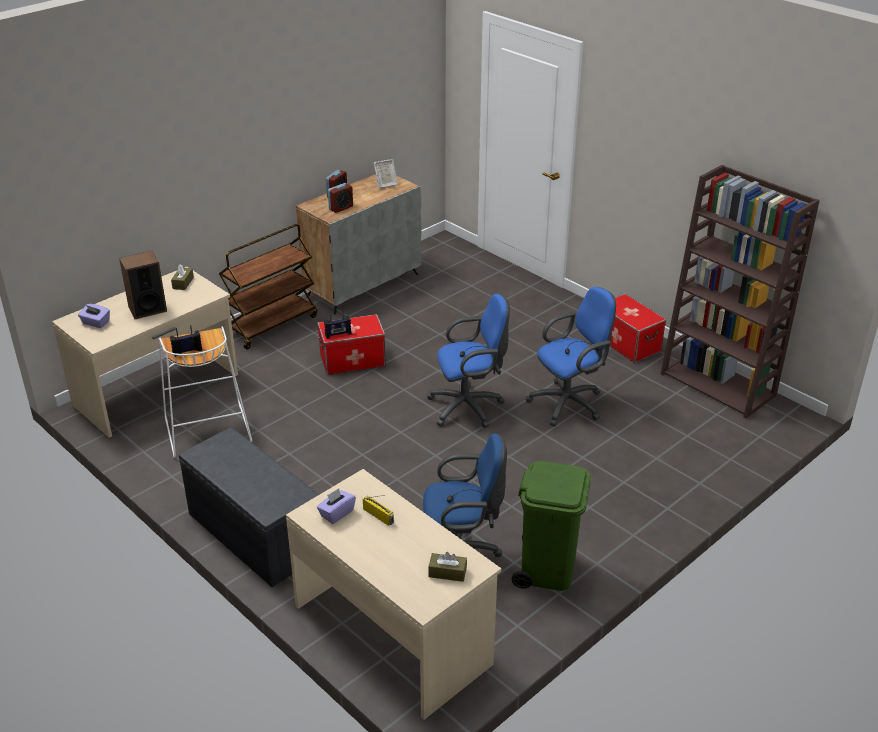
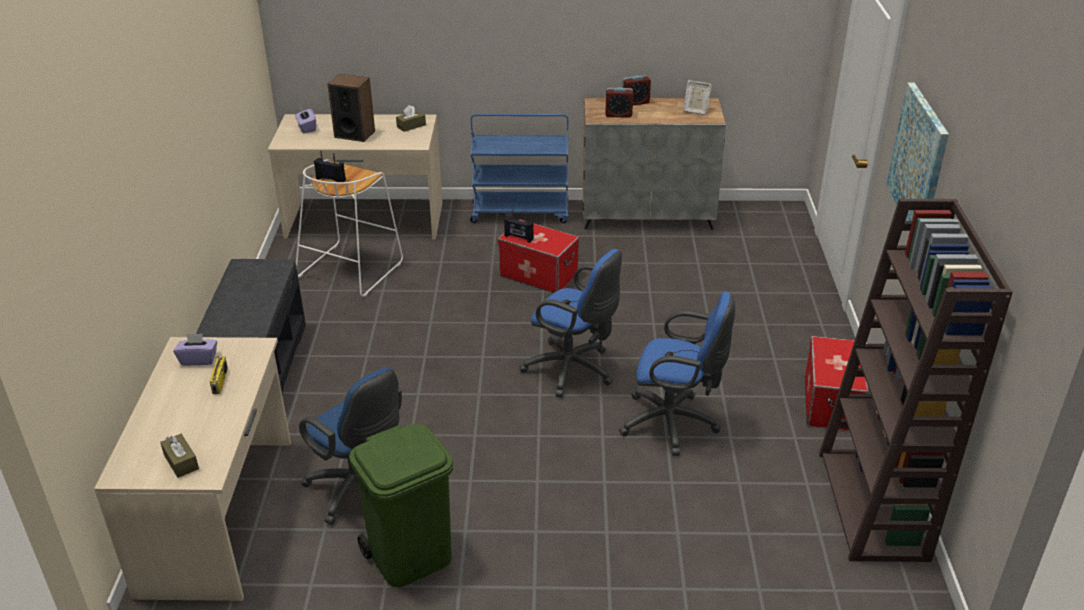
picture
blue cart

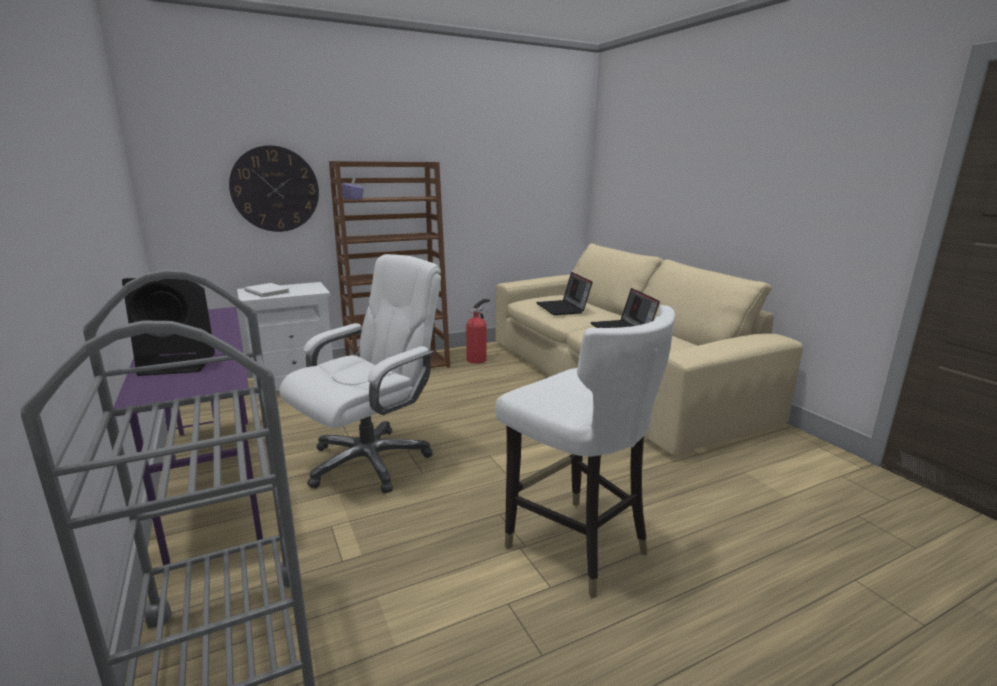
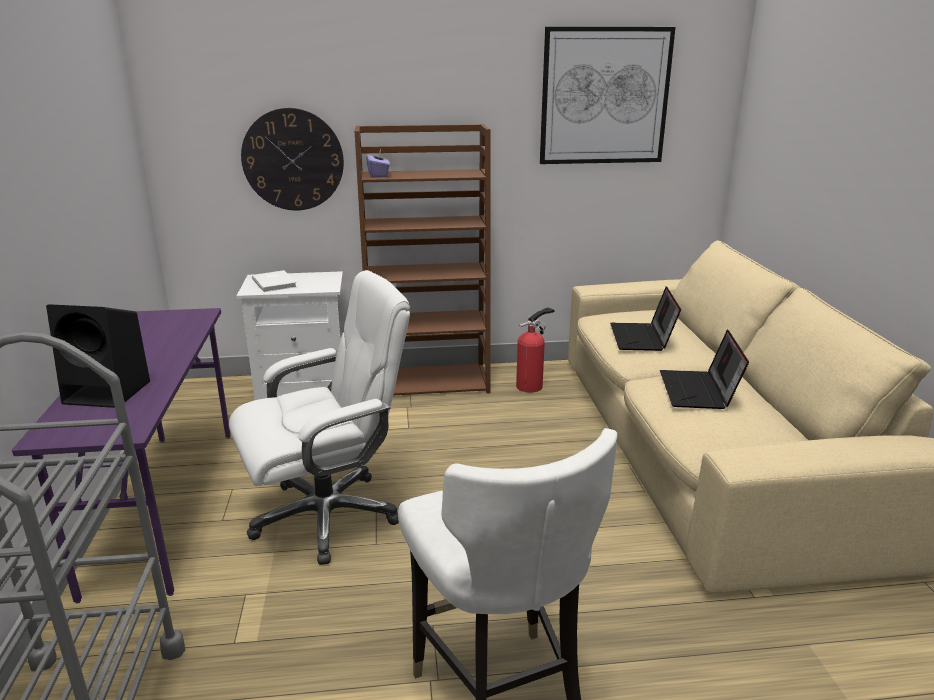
picture

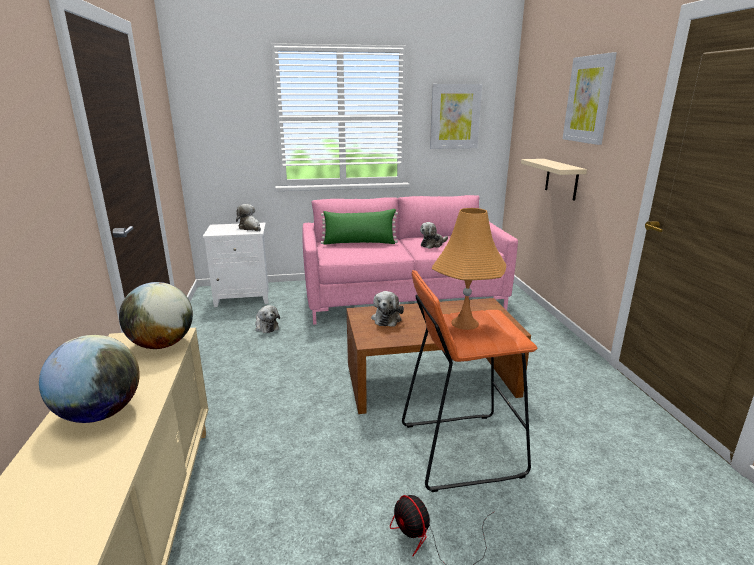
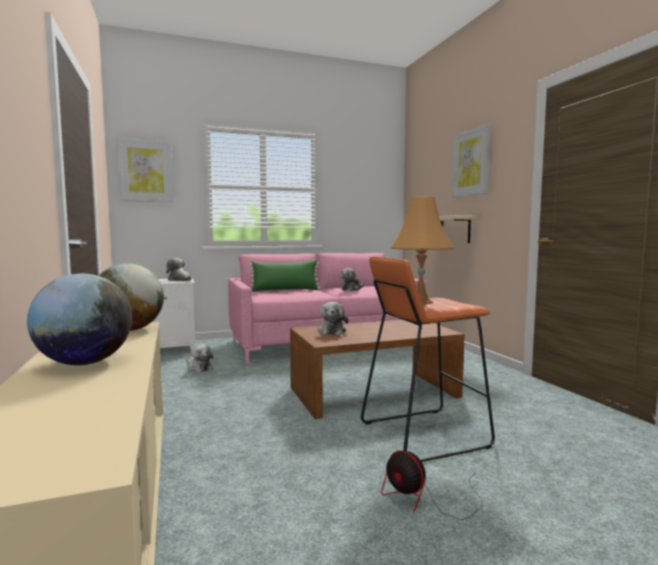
picture (1st from left)

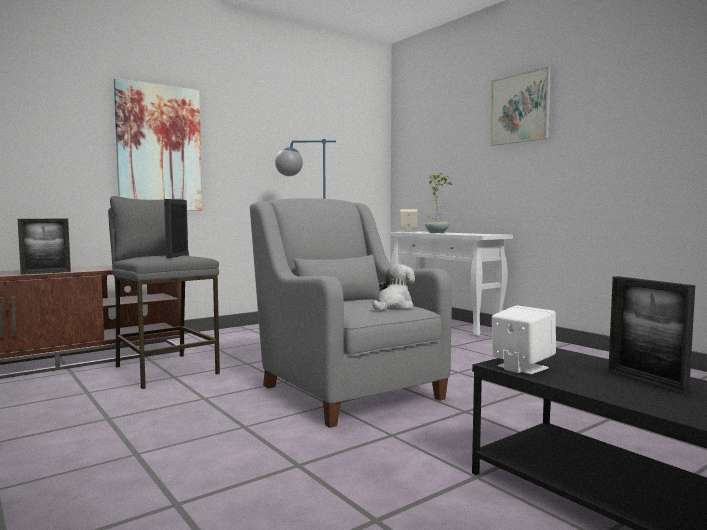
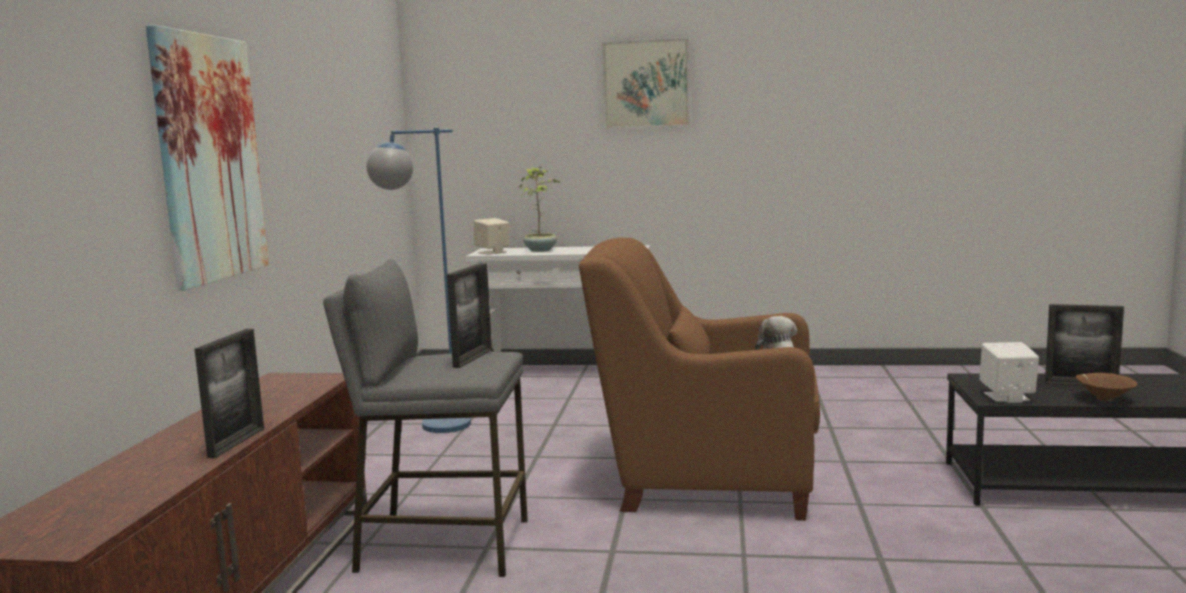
brown bowl
brown armchair
picture frame (2nd from left)

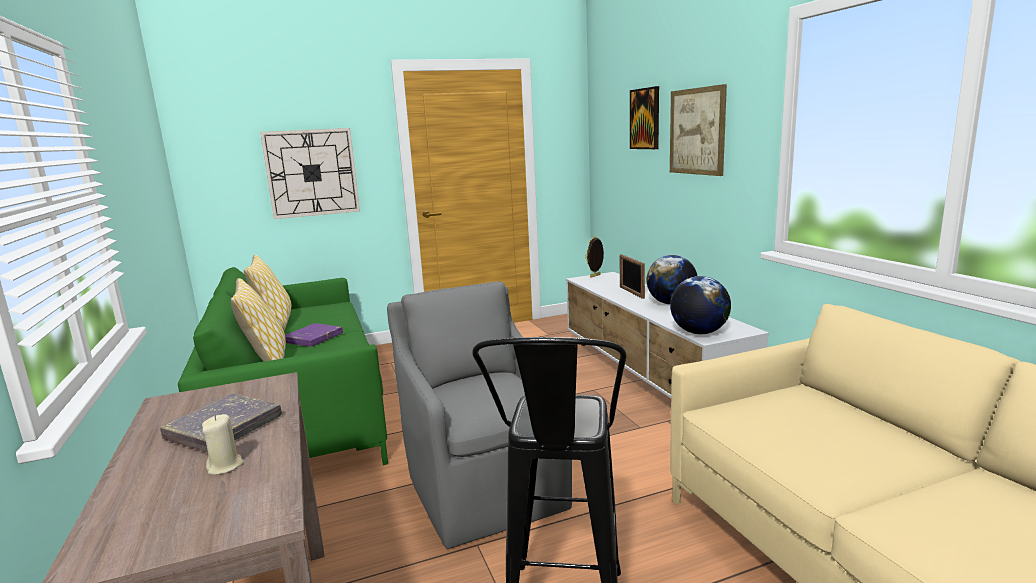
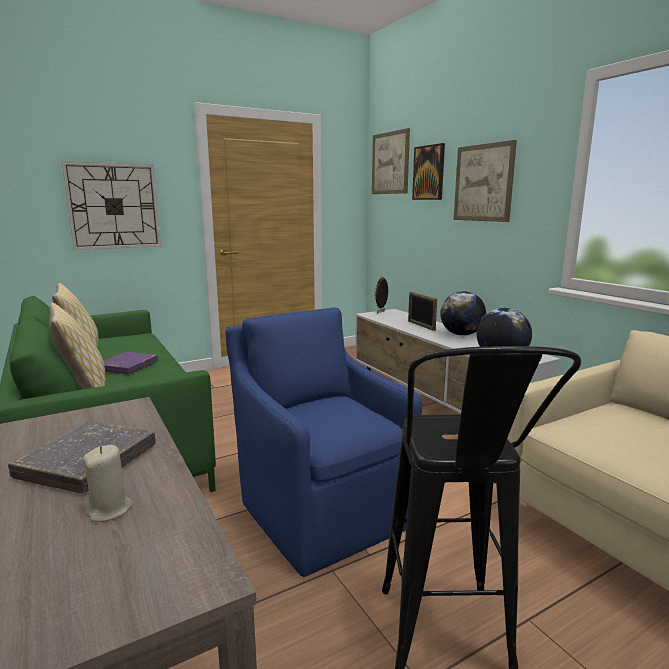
picture (1st from left)
blue armchair

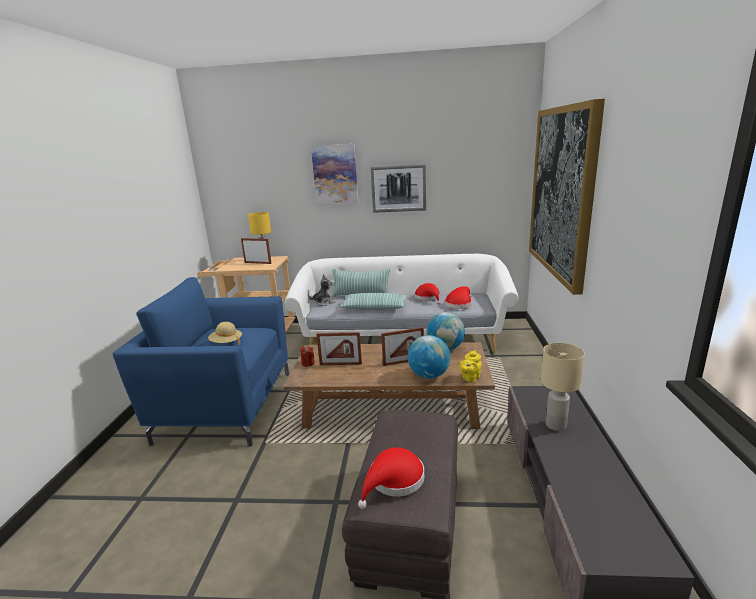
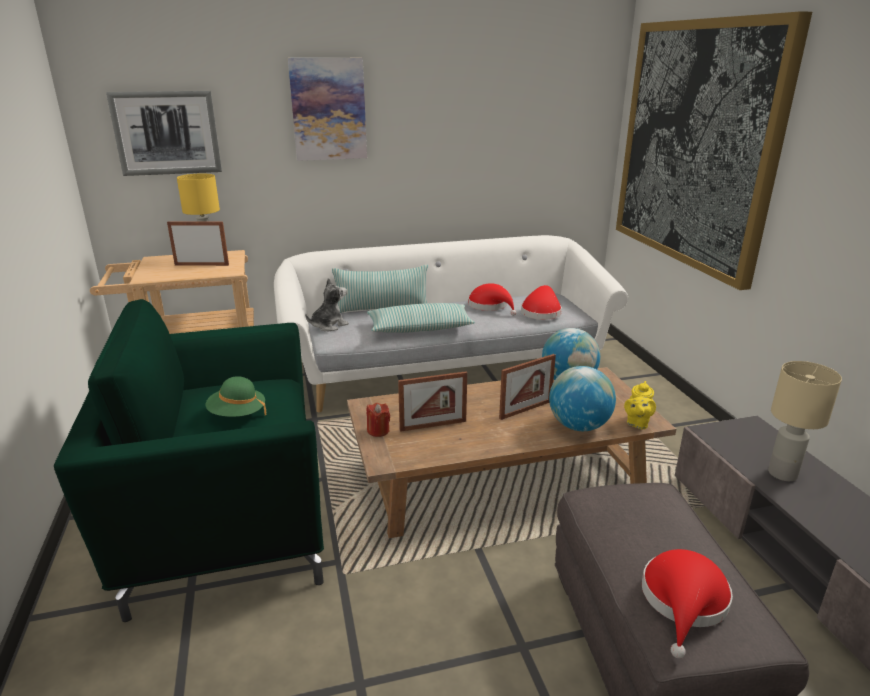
picture (1st from left)
green armchair
green hat

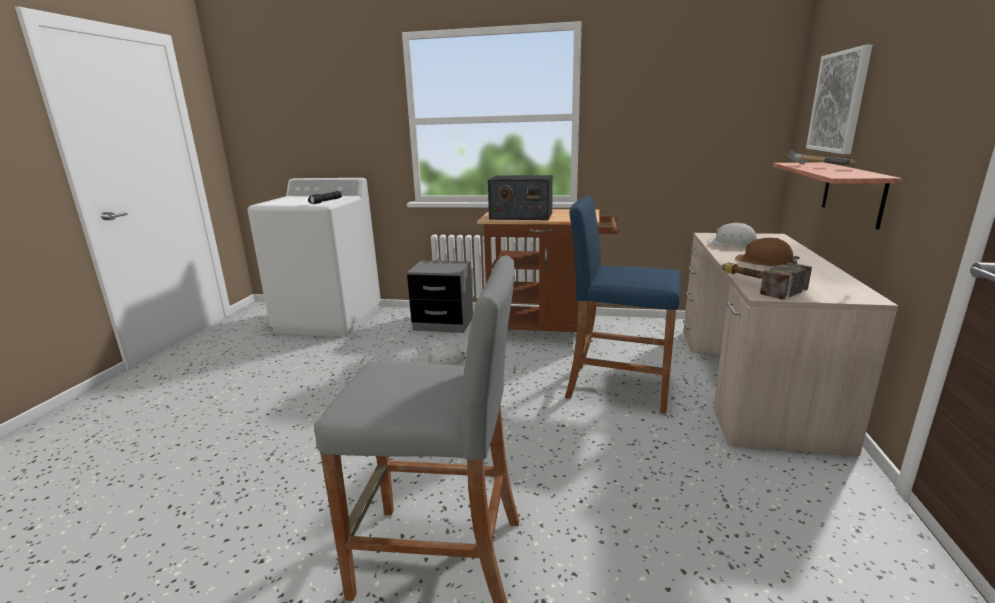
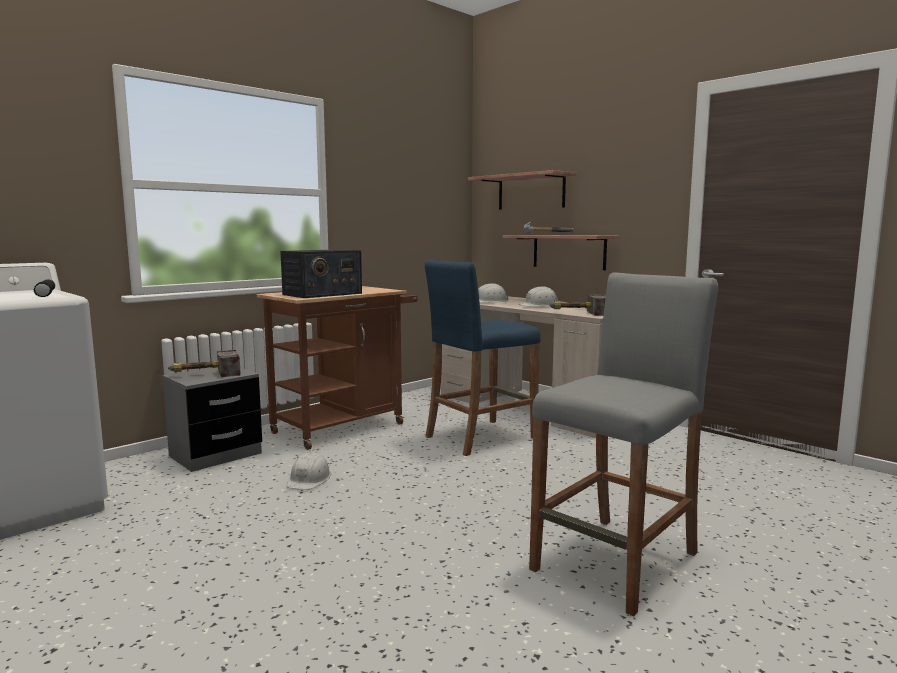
hammer (1st from left)
shelf (1st from left)
white hard hat (3rd from left)

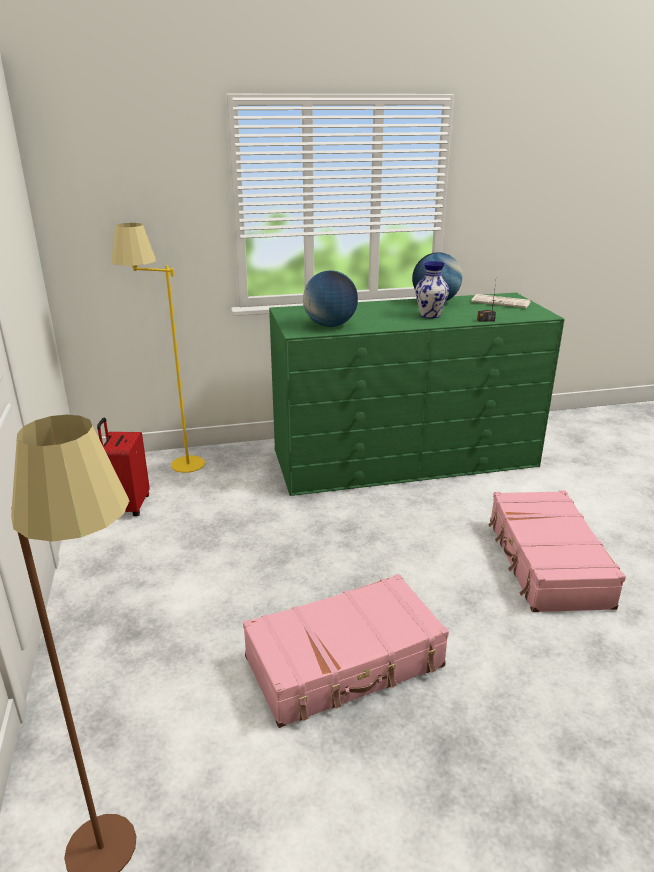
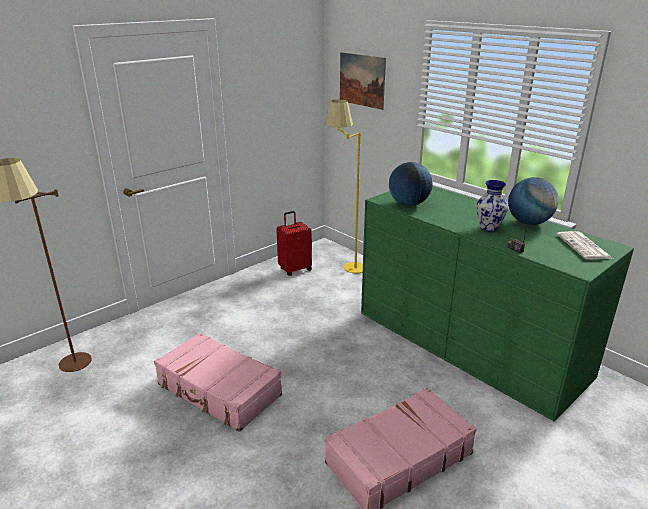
picture

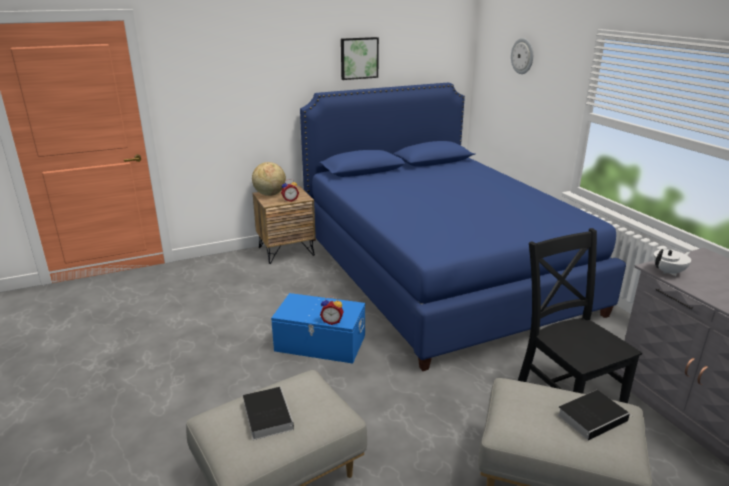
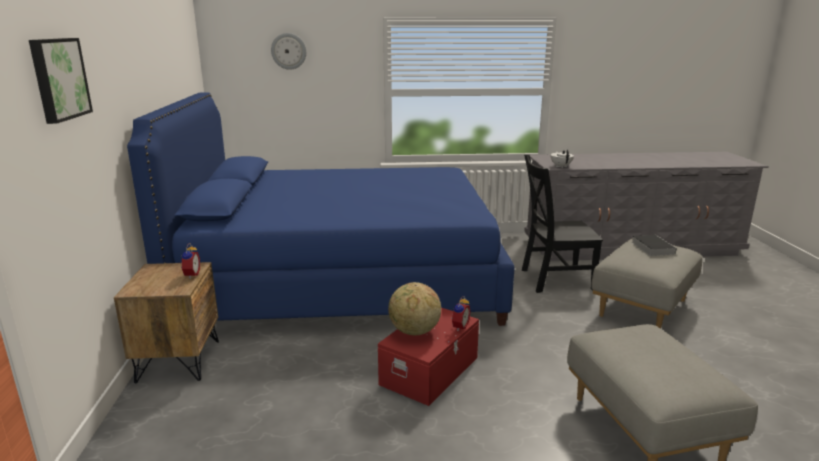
book (1st from left in the first image)
globe
picture
red storage box

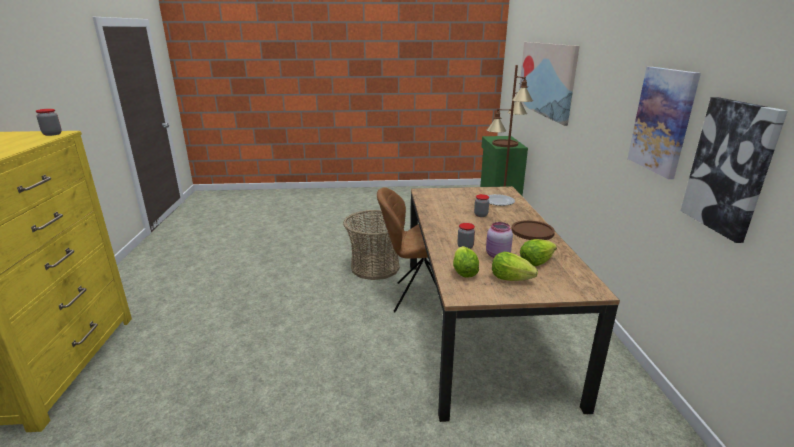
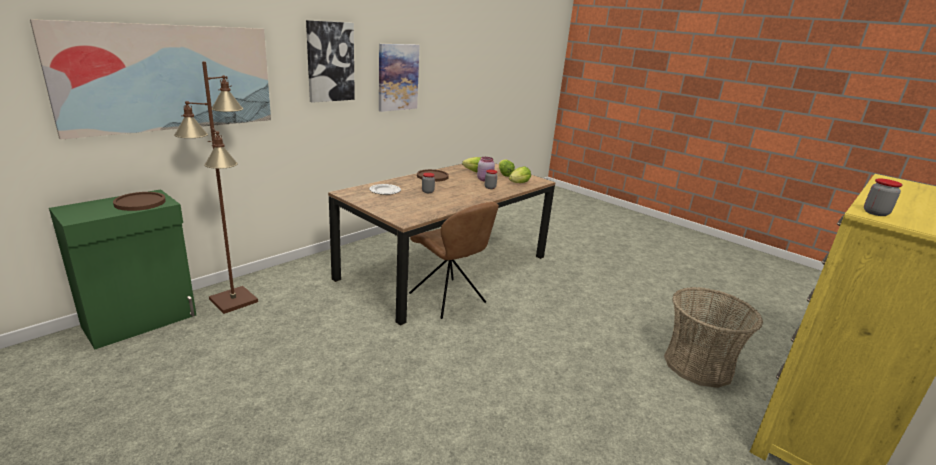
basket
picture (2nd from left)

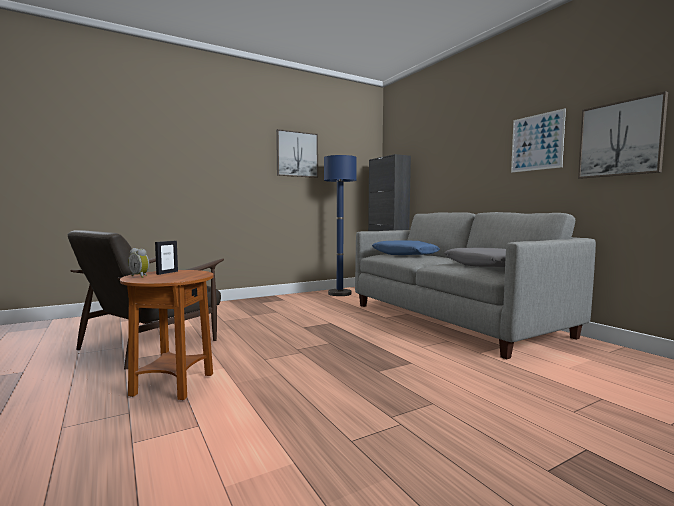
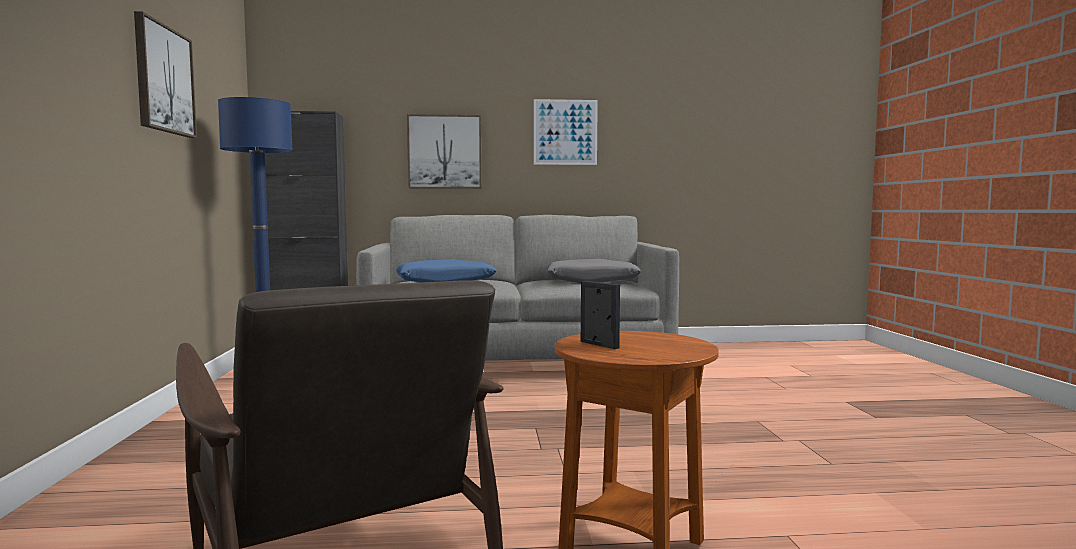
alarm clock
picture (2nd from left)

